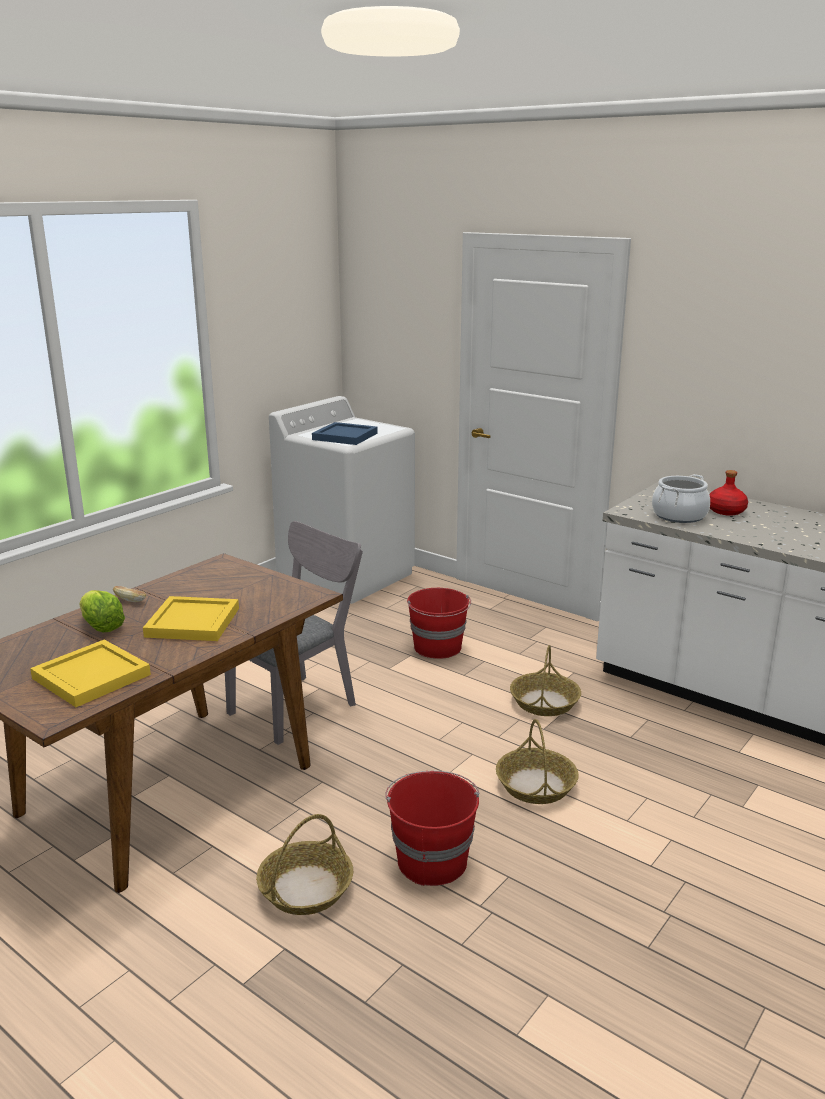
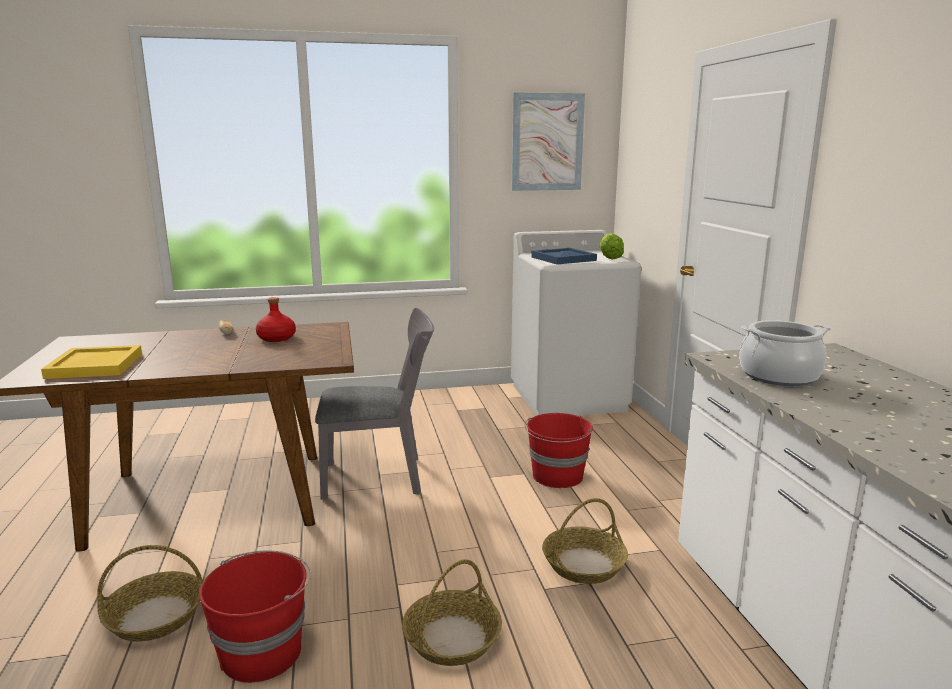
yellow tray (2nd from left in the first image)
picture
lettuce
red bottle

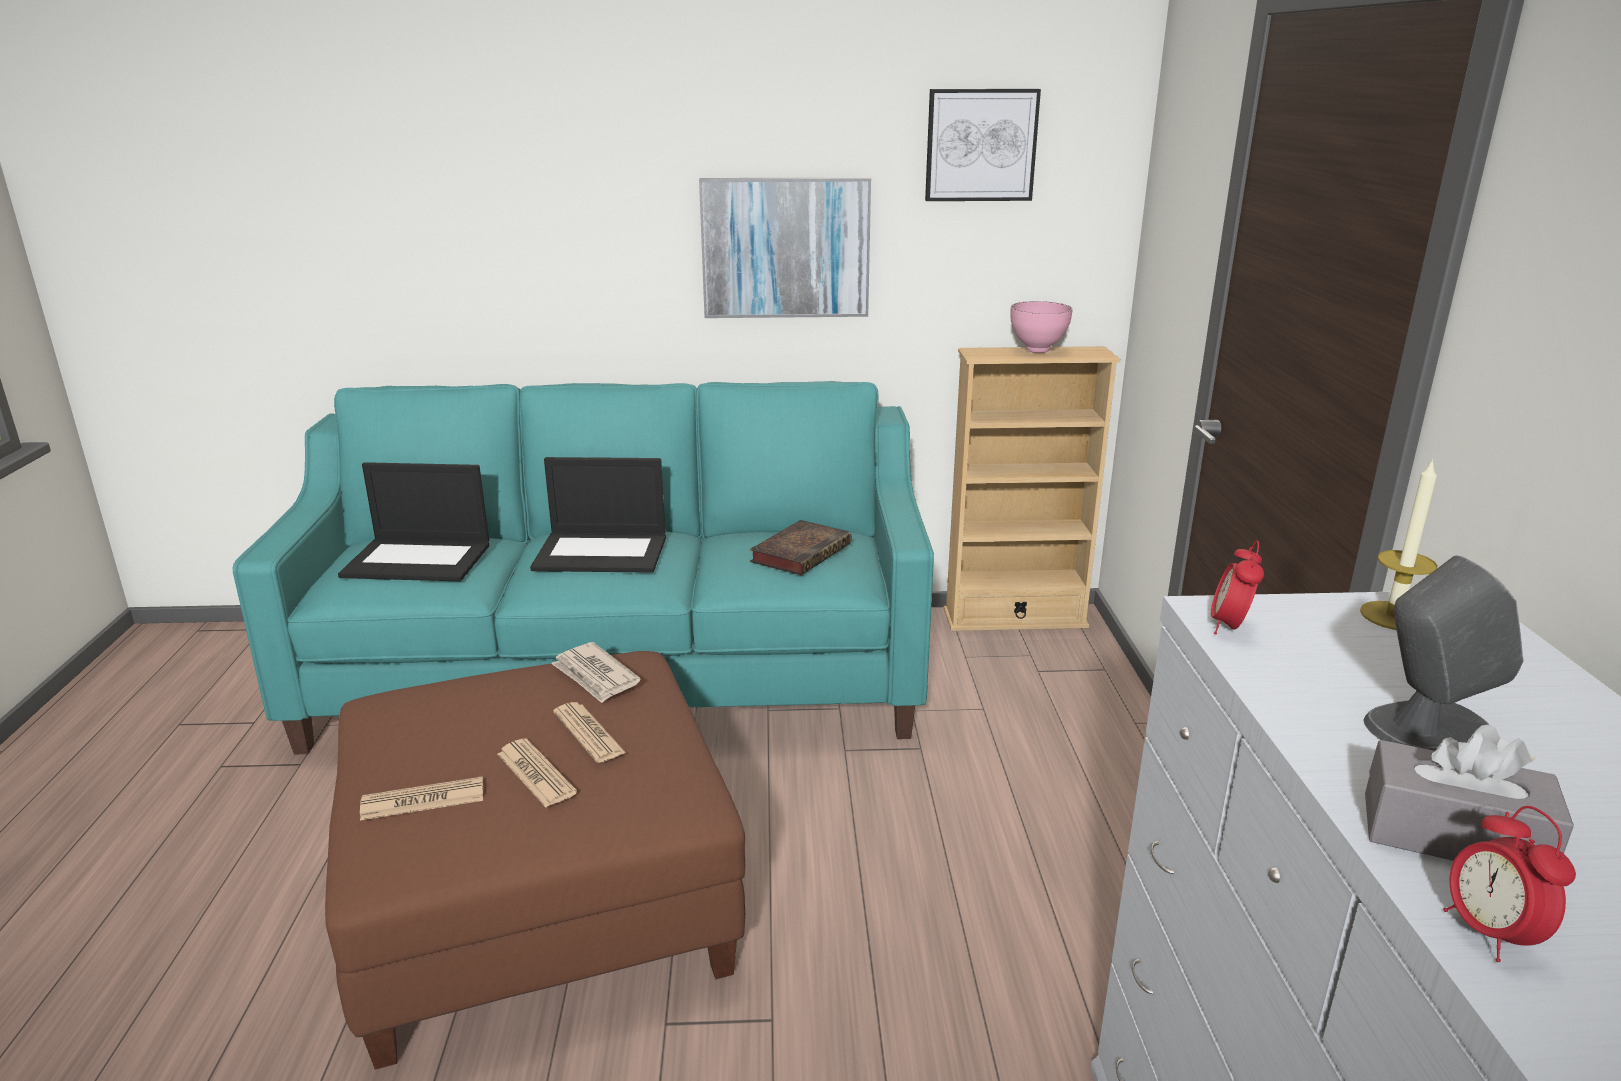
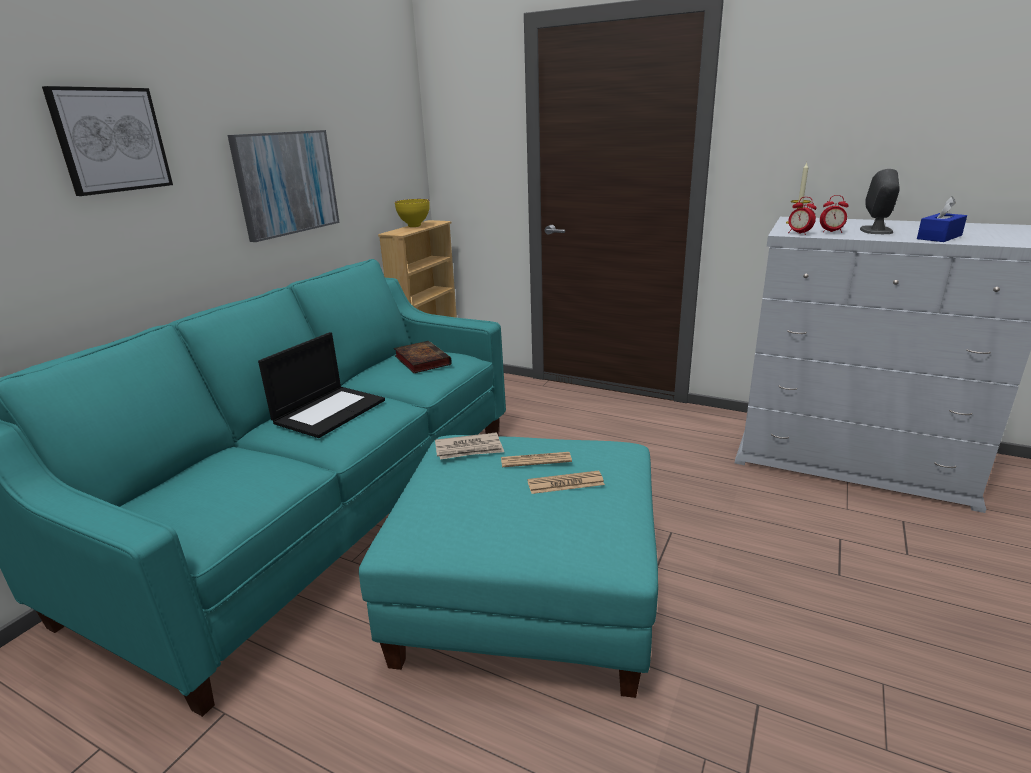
laptop (1st from left in the first image)
newspaper (1st from left in the first image)
picture (1st from left)
alarm clock (2nd from left)
turquoise ottoman
yellow bowl
blue tissue box

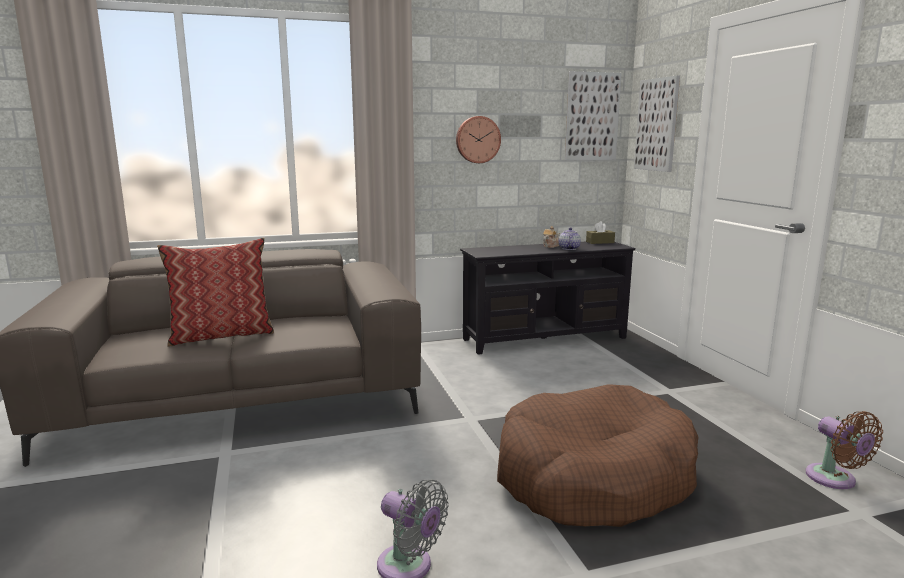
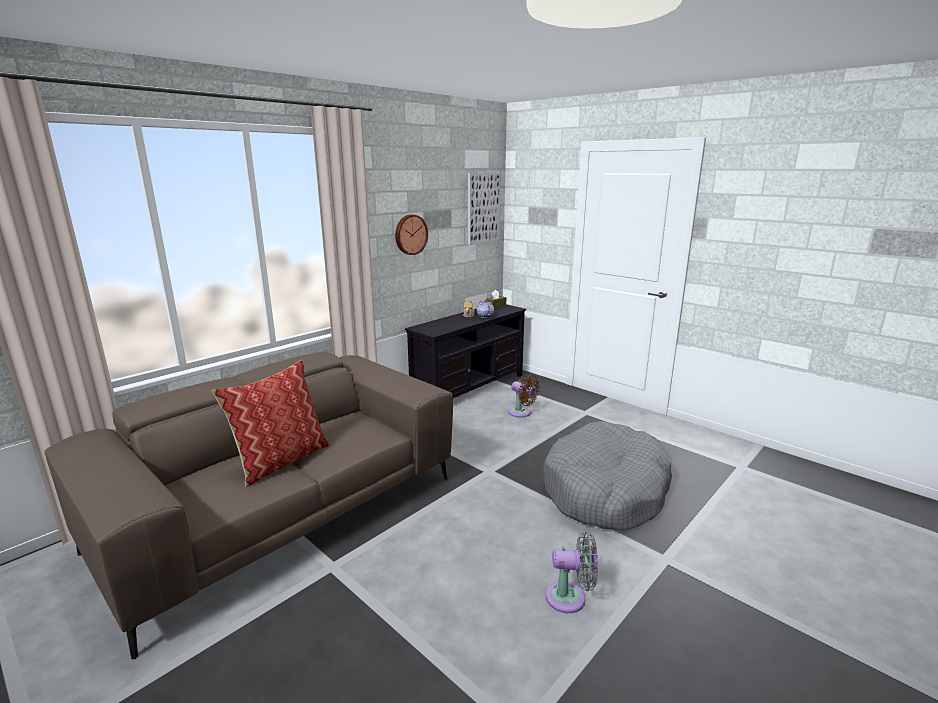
picture (2nd from left in the first image)
brown fan
grey dog bed

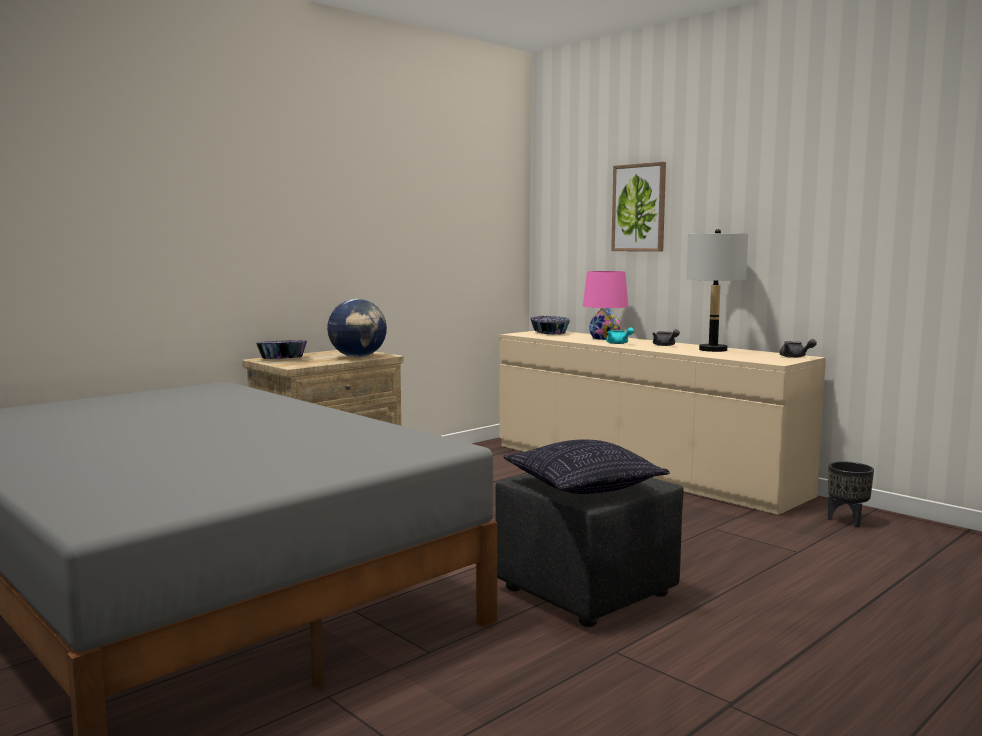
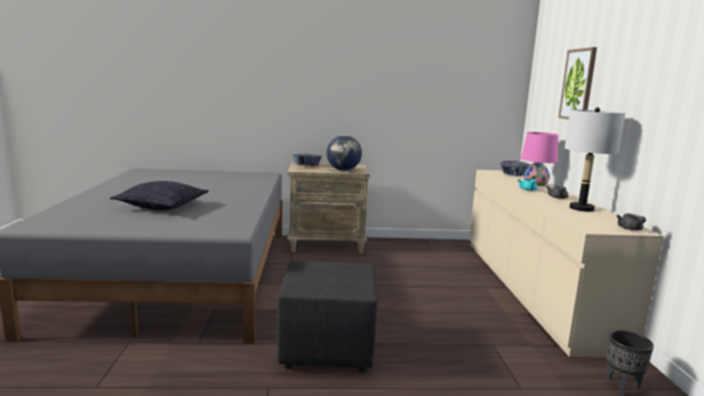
pillow

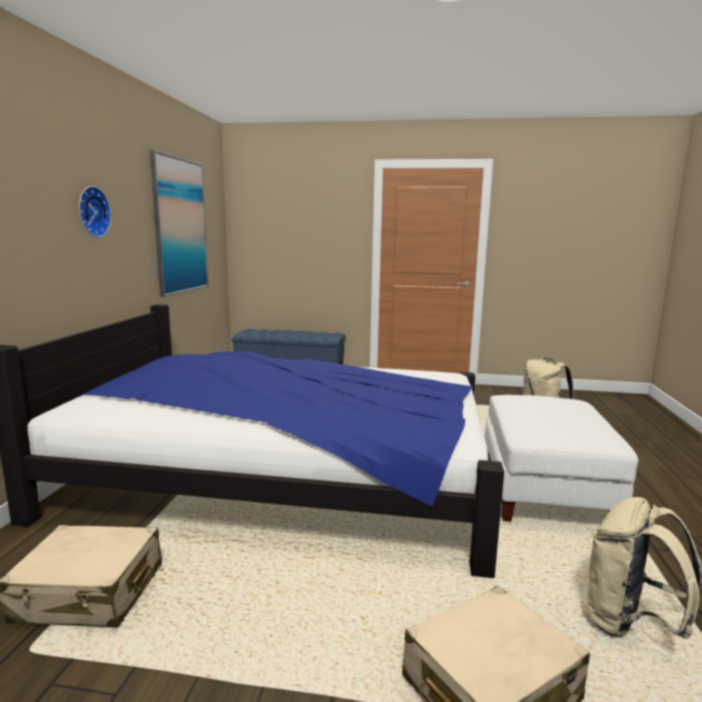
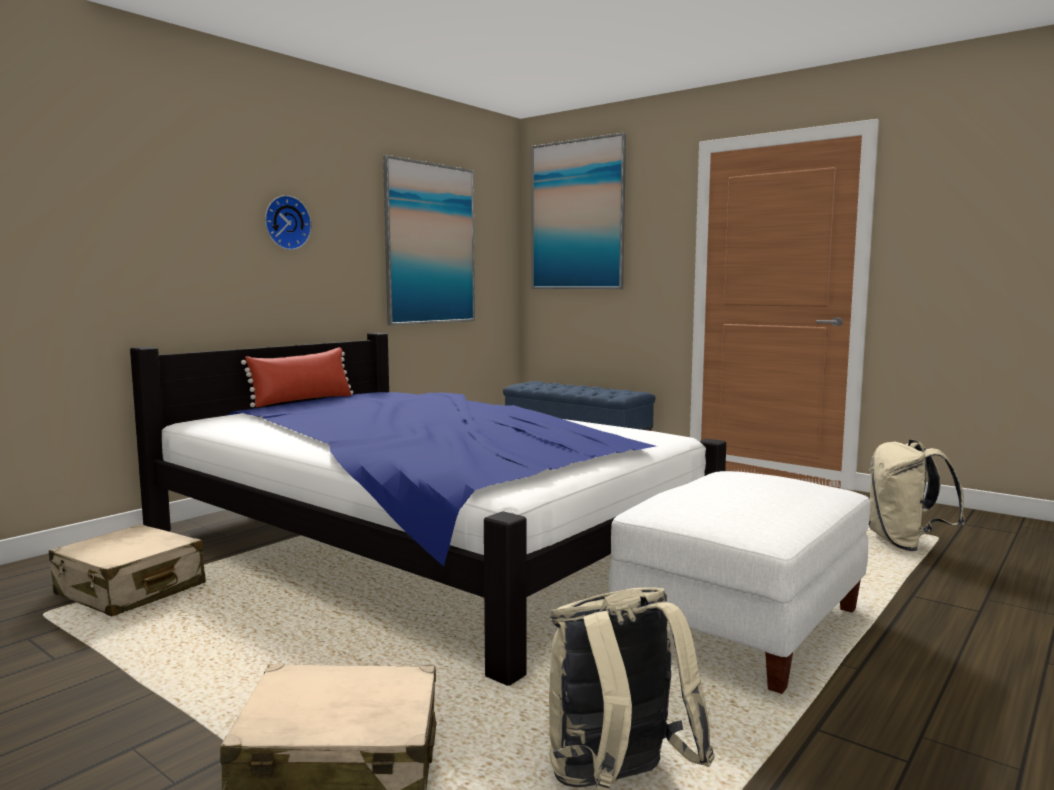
red pillow
picture (2nd from left)

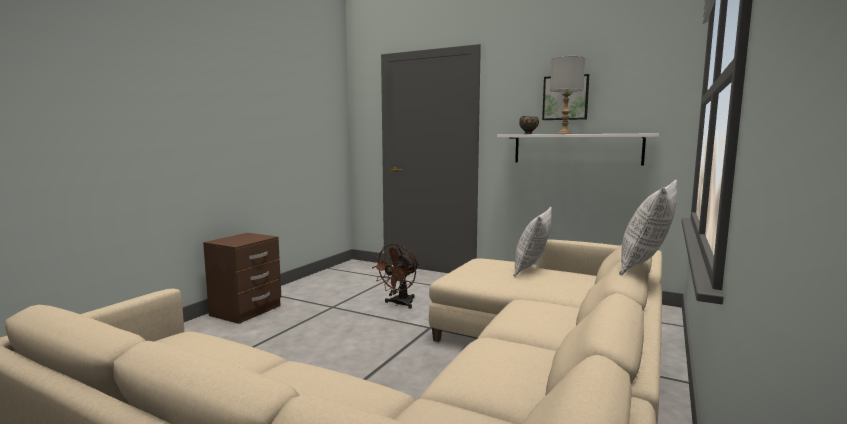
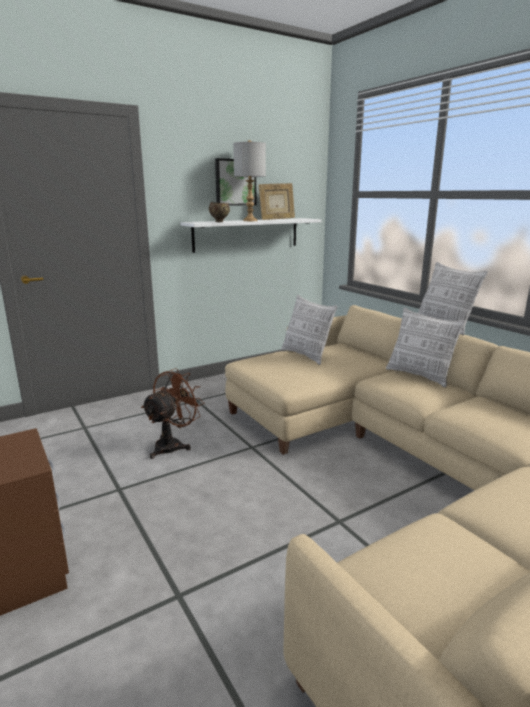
picture frame
pillow (2nd from left)
brown fan

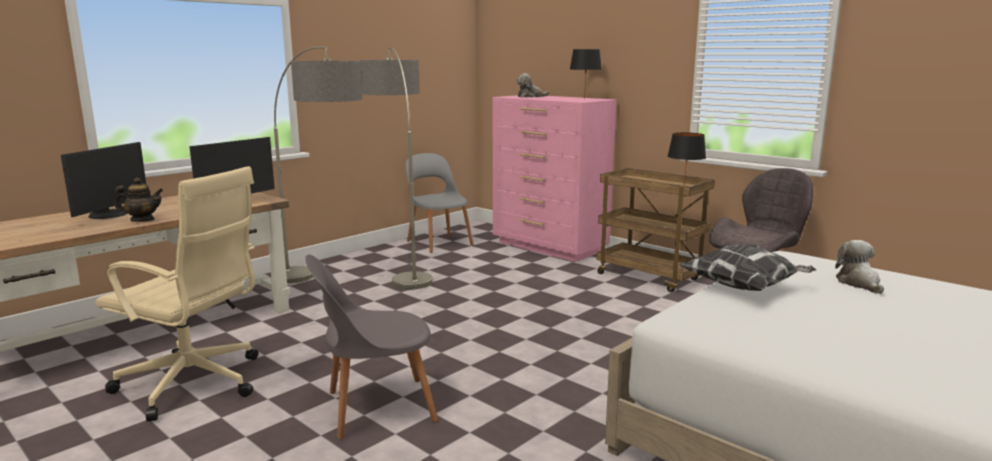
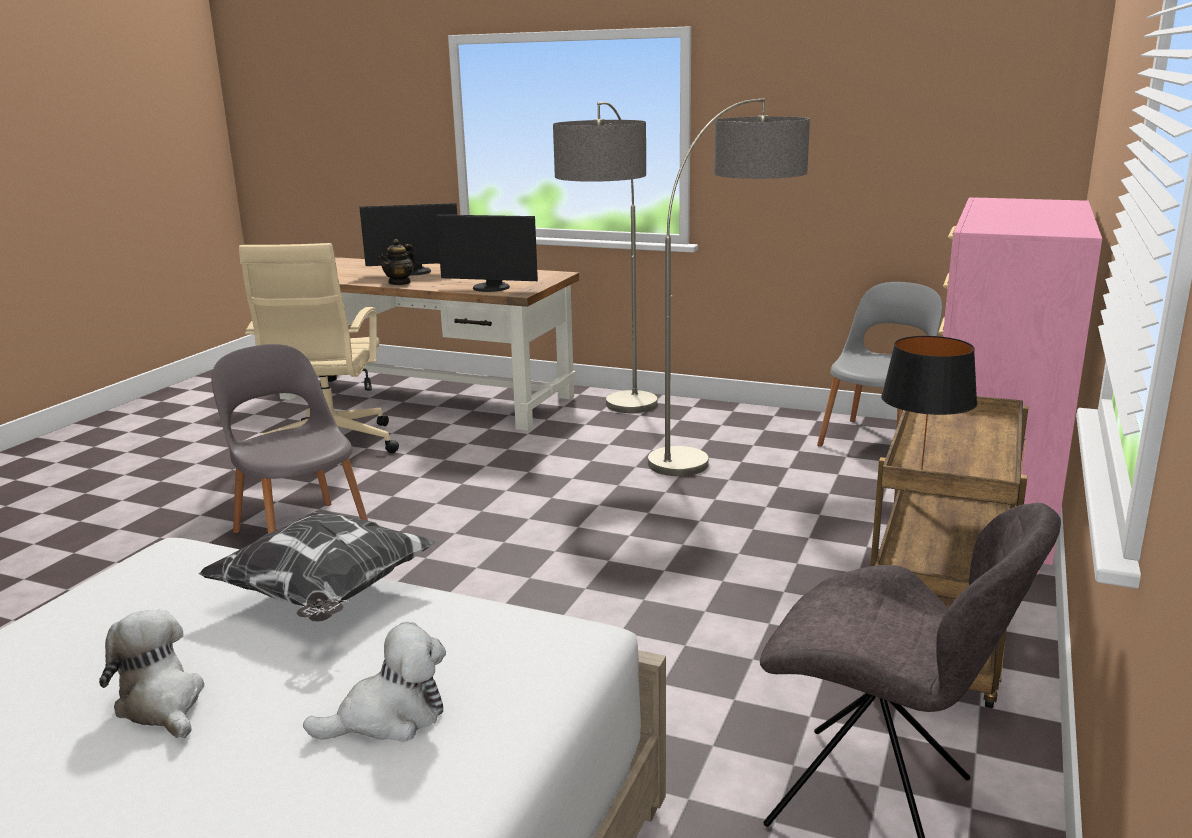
black table lamp (1st from left in the first image)
plush toy (1st from left)
teapot

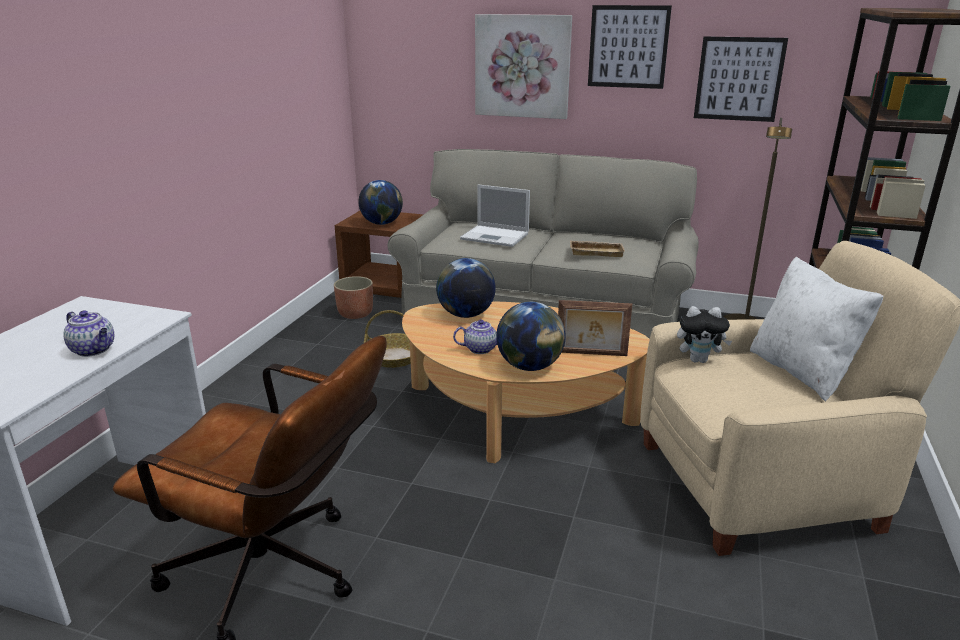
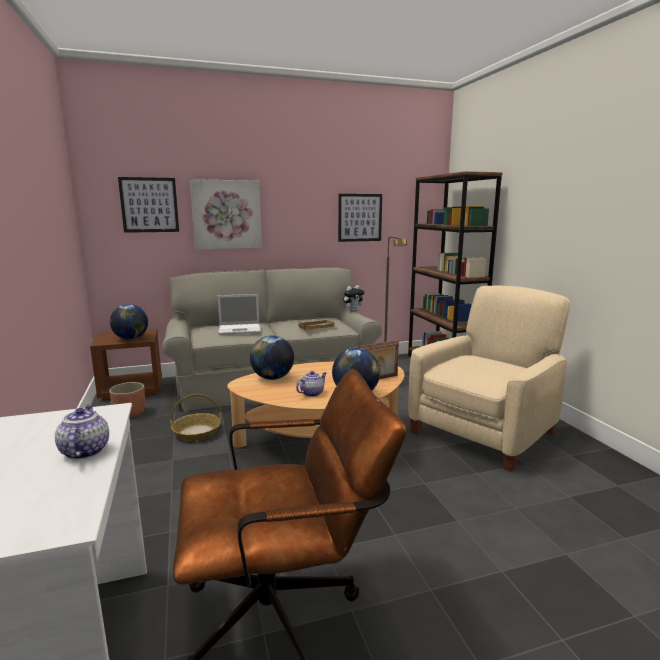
white pillow
picture (1st from left)
plush toy
teapot (1st from left)

